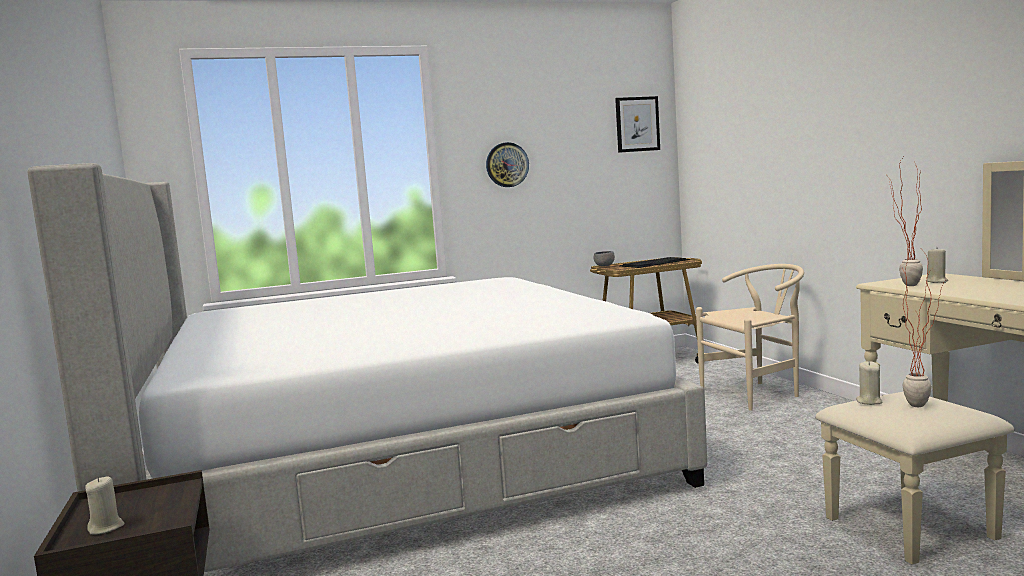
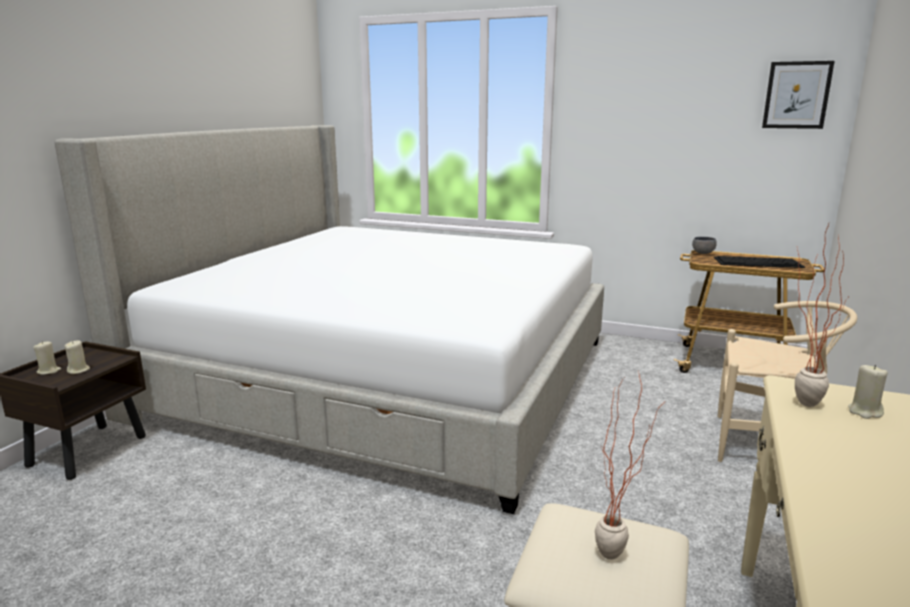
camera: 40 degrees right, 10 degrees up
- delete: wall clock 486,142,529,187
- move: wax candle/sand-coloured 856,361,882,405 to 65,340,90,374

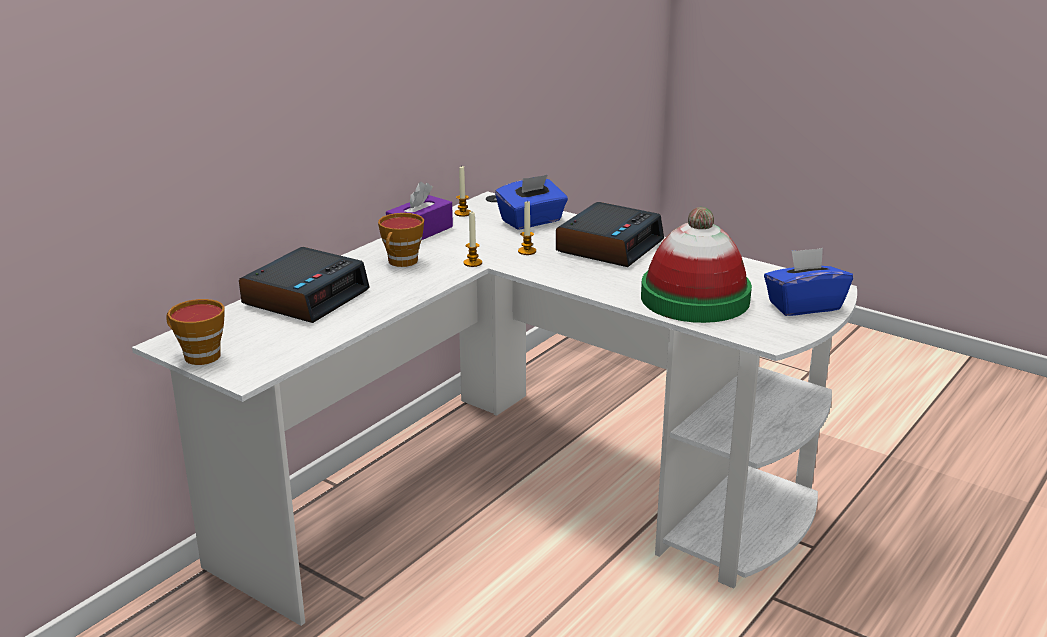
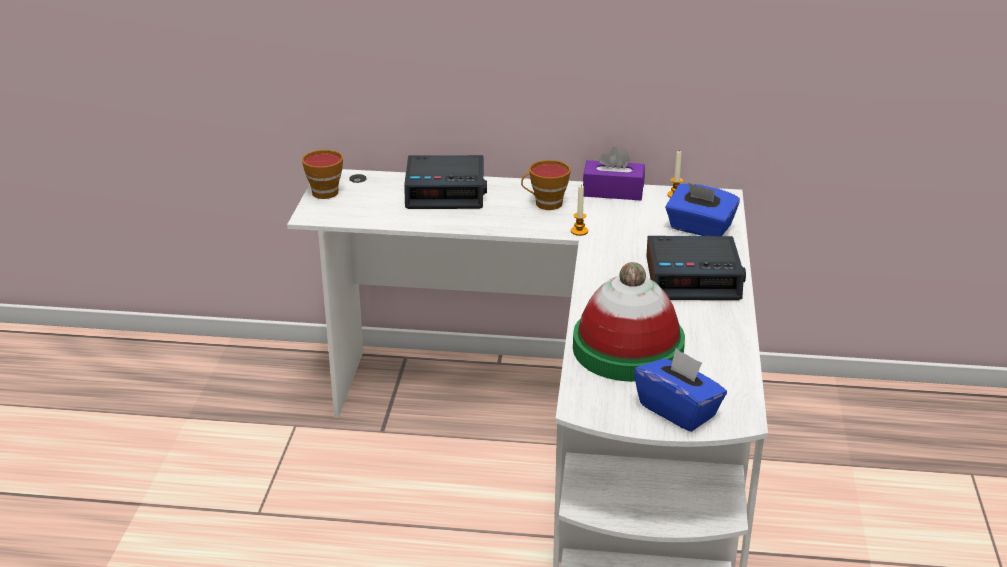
camera: 60 degrees right, 5 degrees up
- delete: wax candle 518,201,536,255

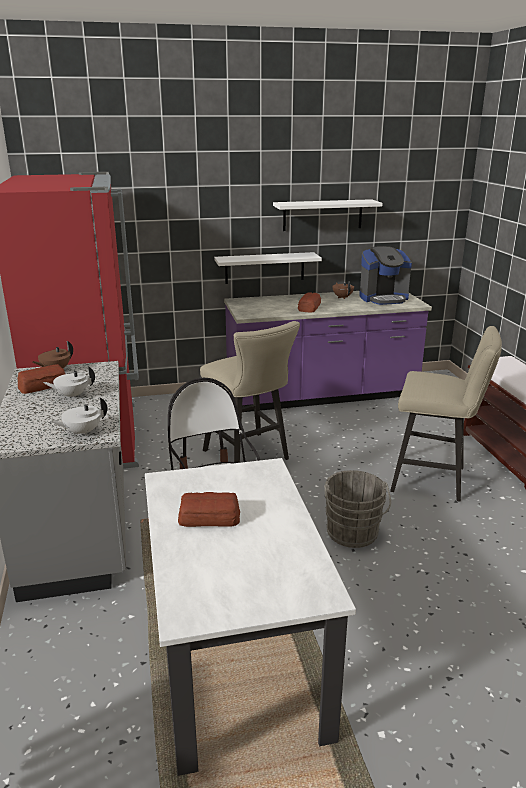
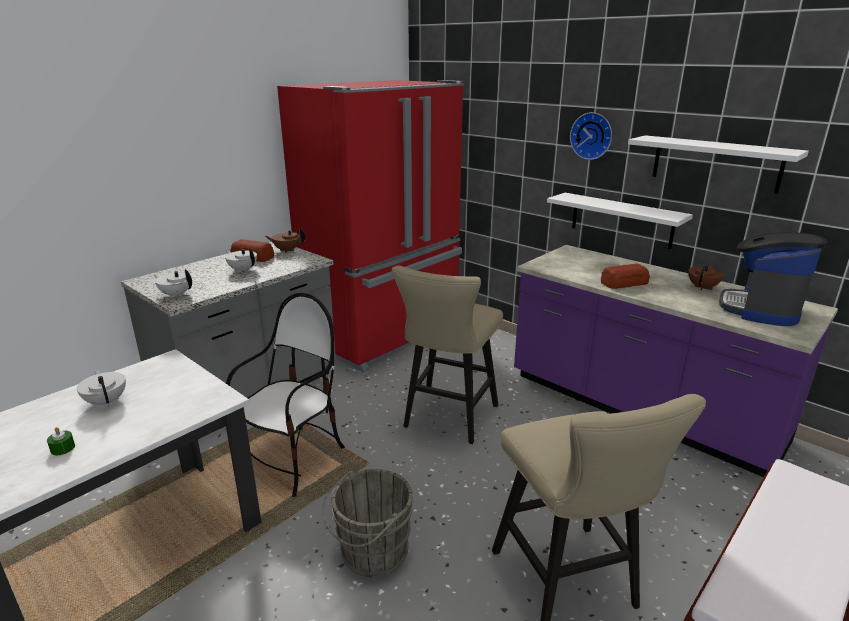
camera: 55 degrees right, 0 degrees up
- rotate: coffee brewer 359,246,412,305 = 719,232,827,326 75 degrees clockwise
- replace: baked bread 178,492,240,527 to pot for tea/white 77,369,126,407
- insert: wall clock 570,112,612,160
- insert: wax candle/green-coloured 47,427,75,455

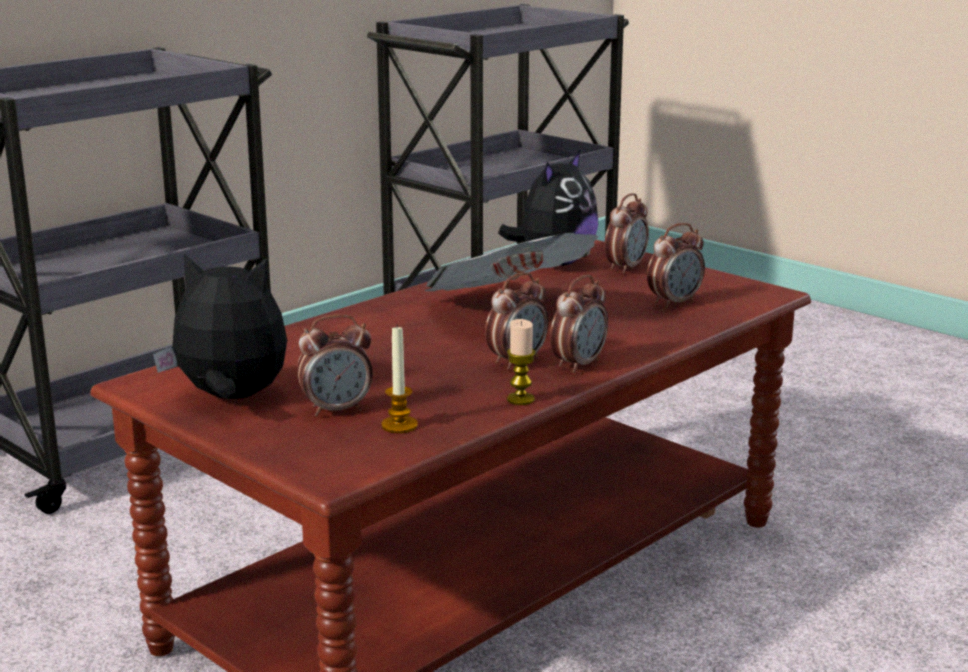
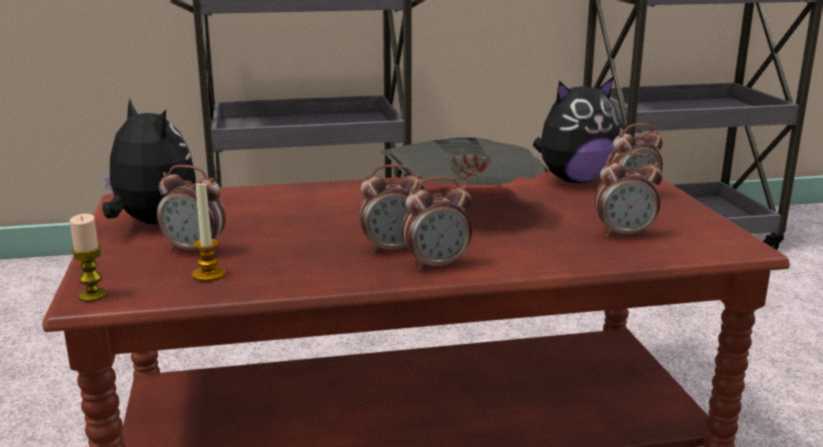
camera: 35 degrees right, 0 degrees up
- move: wax candle 507,319,535,405 to 70,214,108,302

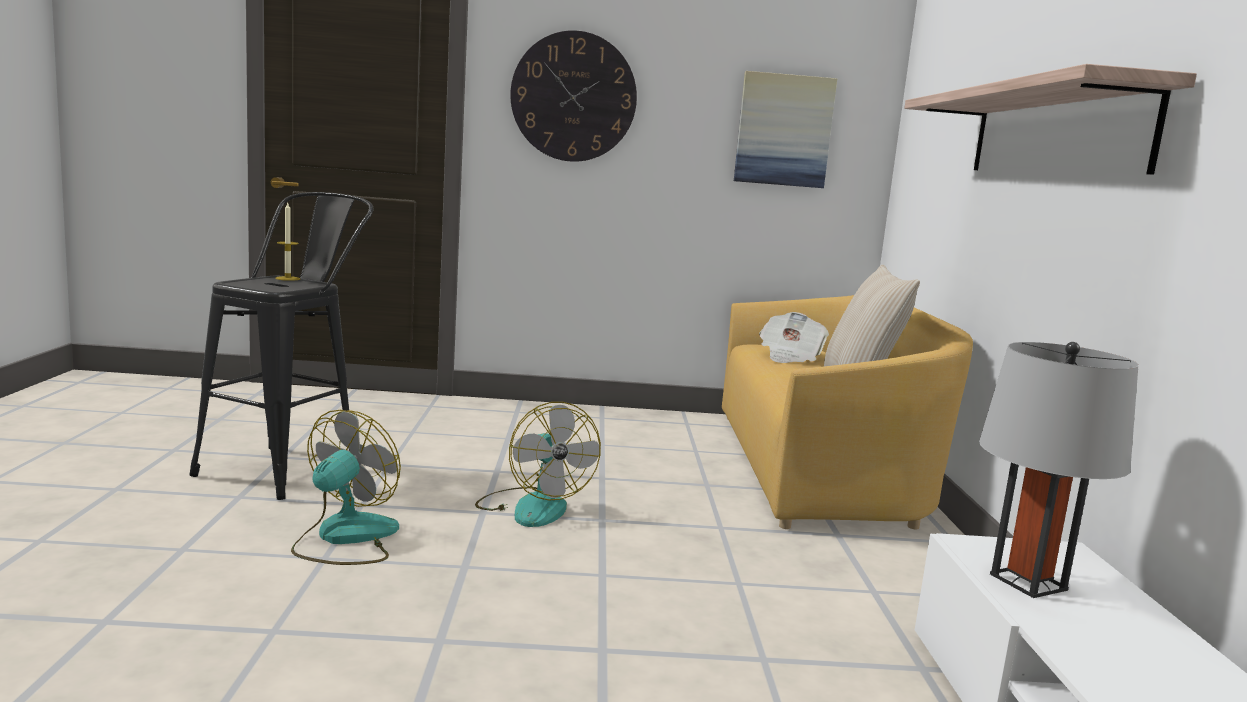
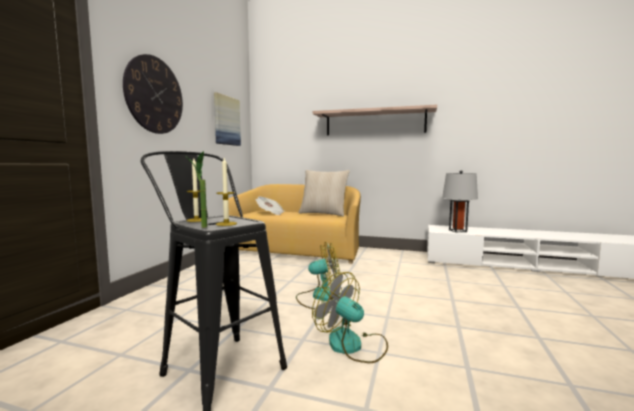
camera: 70 degrees left, 5 degrees down
- insert: potted plant 187,151,207,228
- insert: wax candle 216,158,237,226

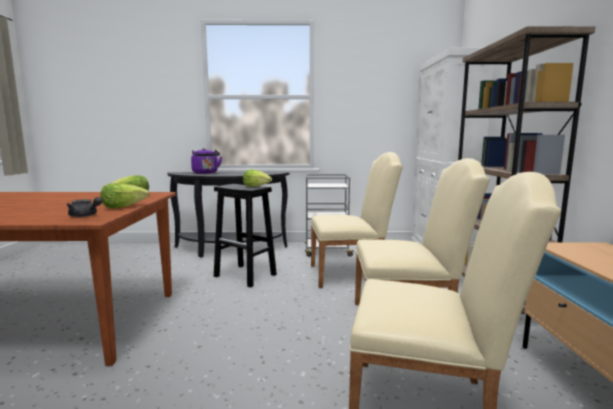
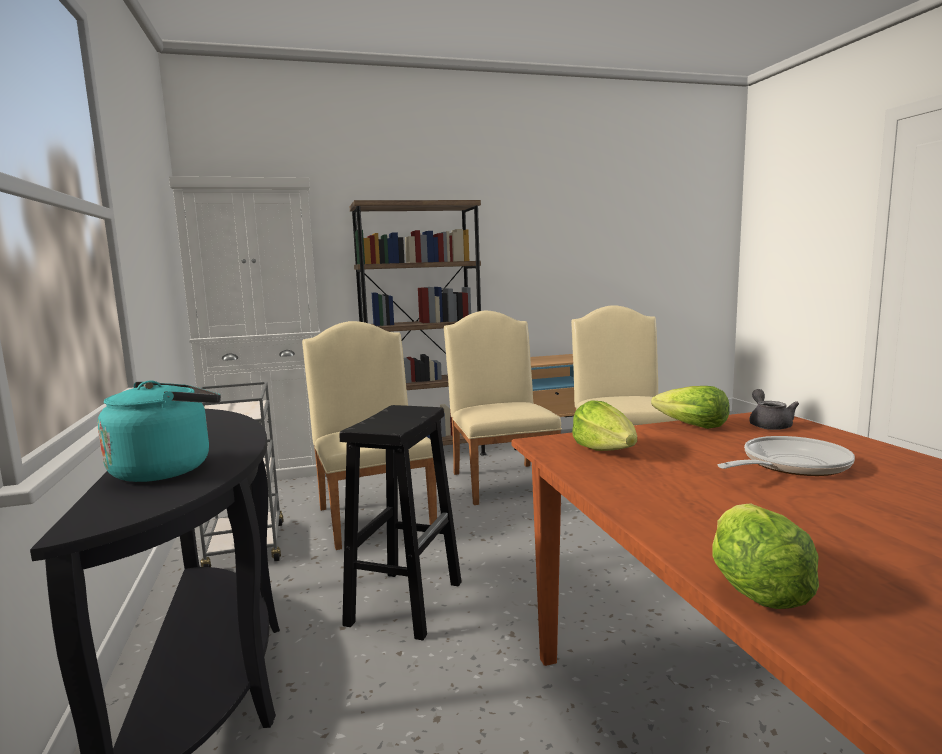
camera: 105 degrees left, 0 degrees up
- recolor: tea kettle/purple-coloured 191,148,222,174 to tea kettle/turquoise-coloured 97,381,221,482
- move: head of lettuce 243,169,272,187 to 712,504,819,609
- insert: skillet 717,436,855,476

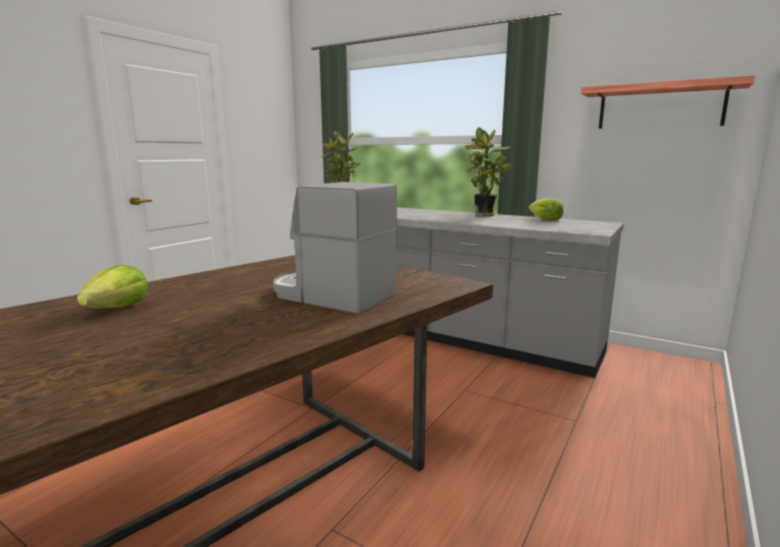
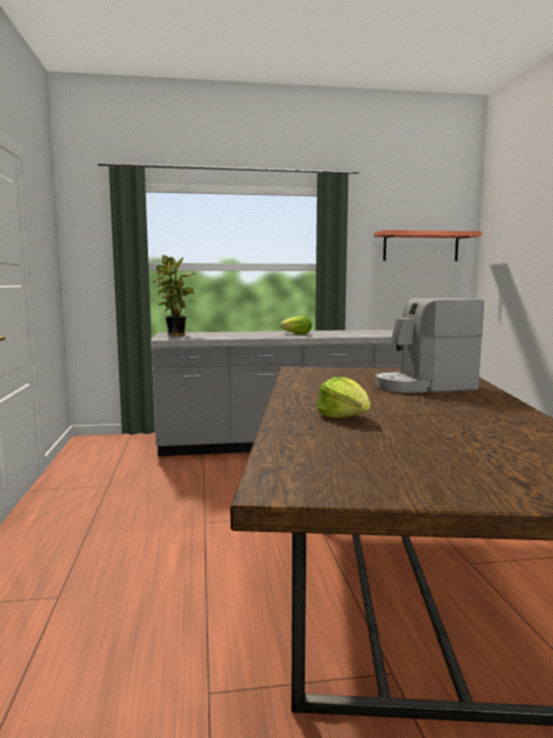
camera: 40 degrees left, 5 degrees down
- delete: potted plant 465,127,512,216
- move: head of lettuce 529,198,563,221 to 280,316,311,335

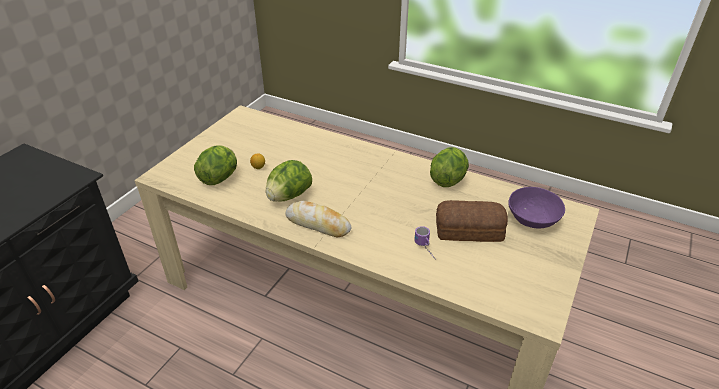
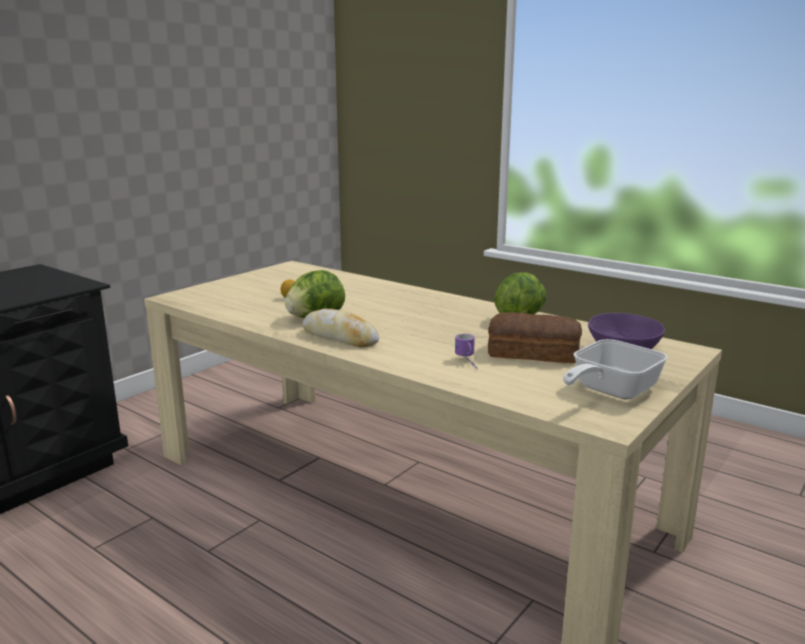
camera: 10 degrees right, 20 degrees down
- delete: head of lettuce 194,145,237,185
- insert: skillet 563,339,668,400

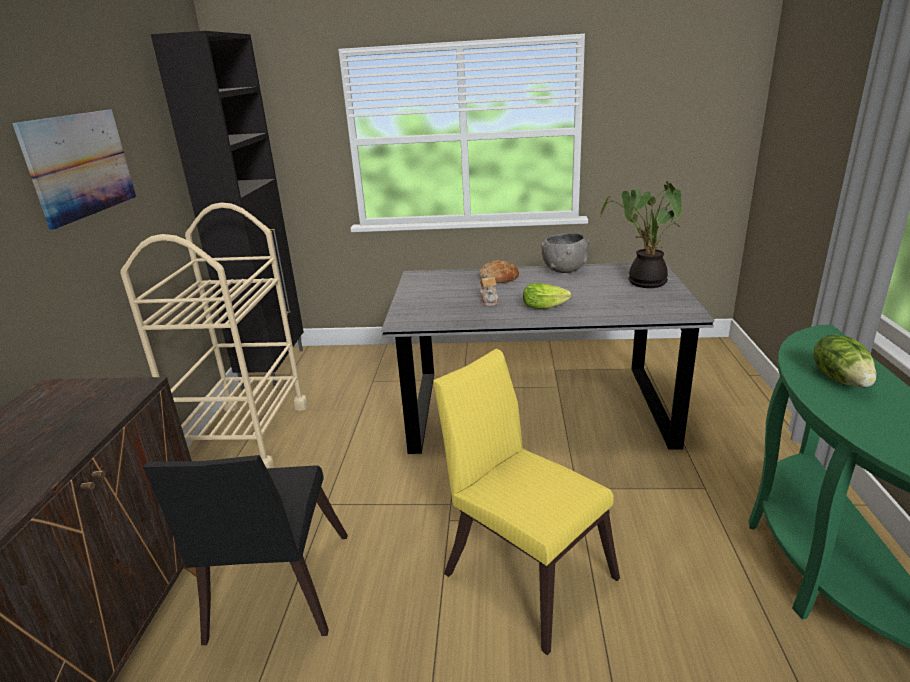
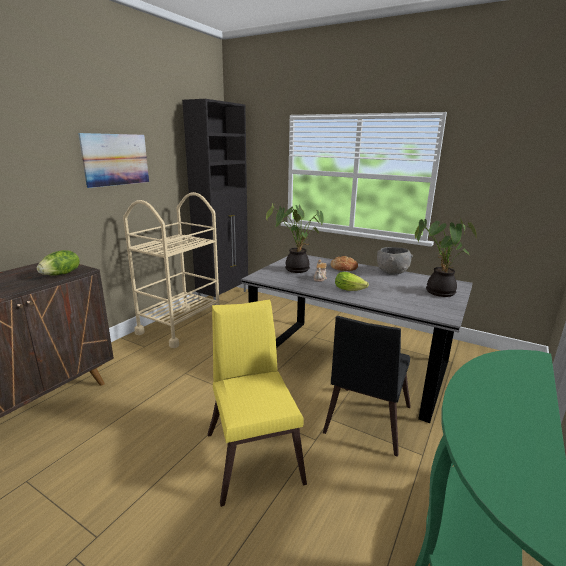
camera: 25 degrees right, 5 degrees down
- move: head of lettuce 813,334,876,387 to 37,250,80,276
- move: chair/black-coloured 143,455,348,645 to 323,316,411,457
- insert: potted plant 266,203,324,273

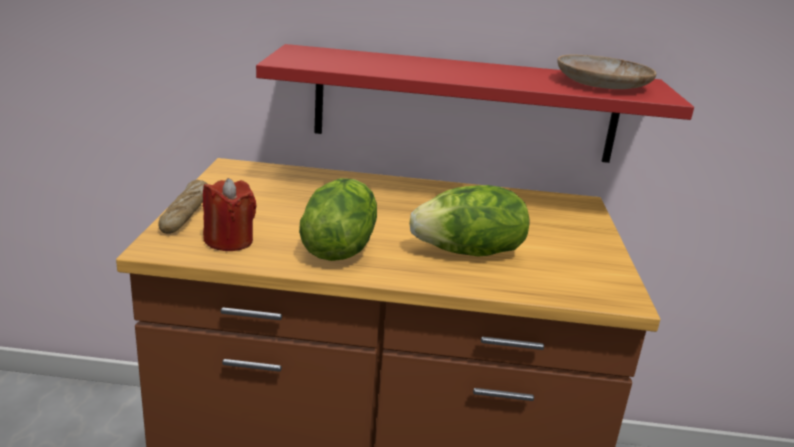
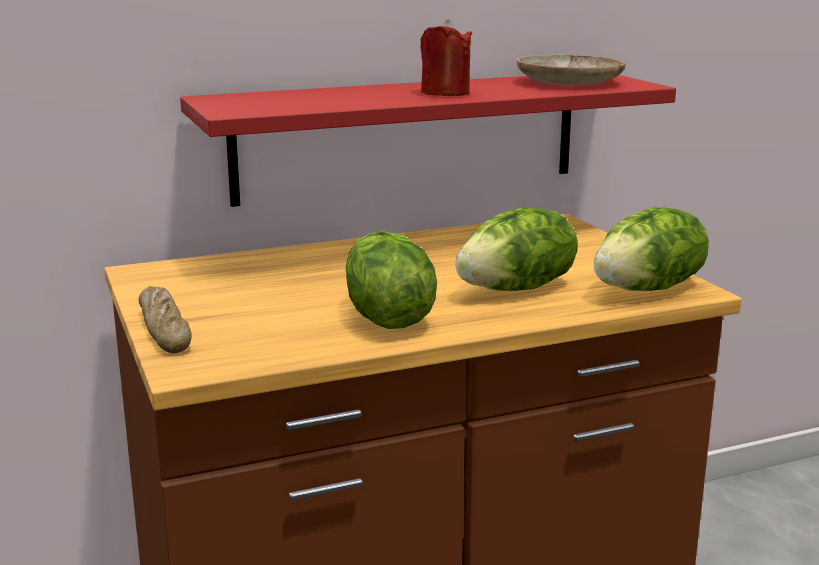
camera: 25 degrees left, 5 degrees down
- move: wax candle/red 203,178,257,251 to 420,19,472,96
- insert: head of lettuce 594,207,709,291

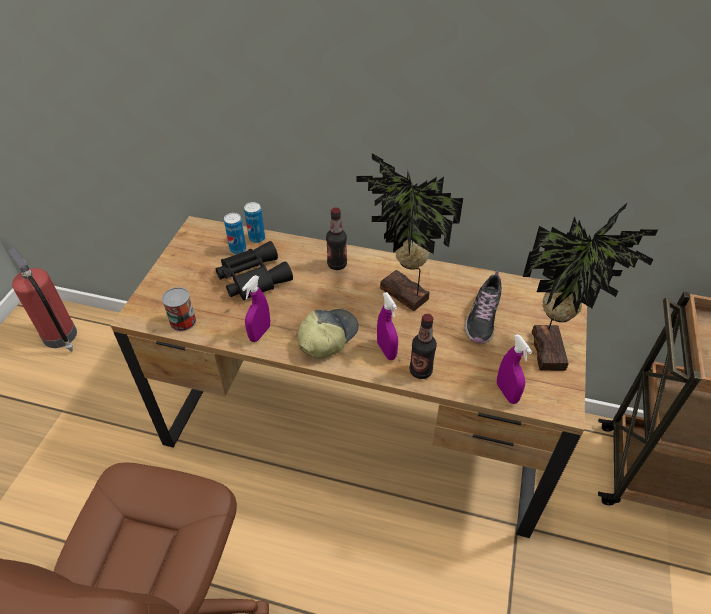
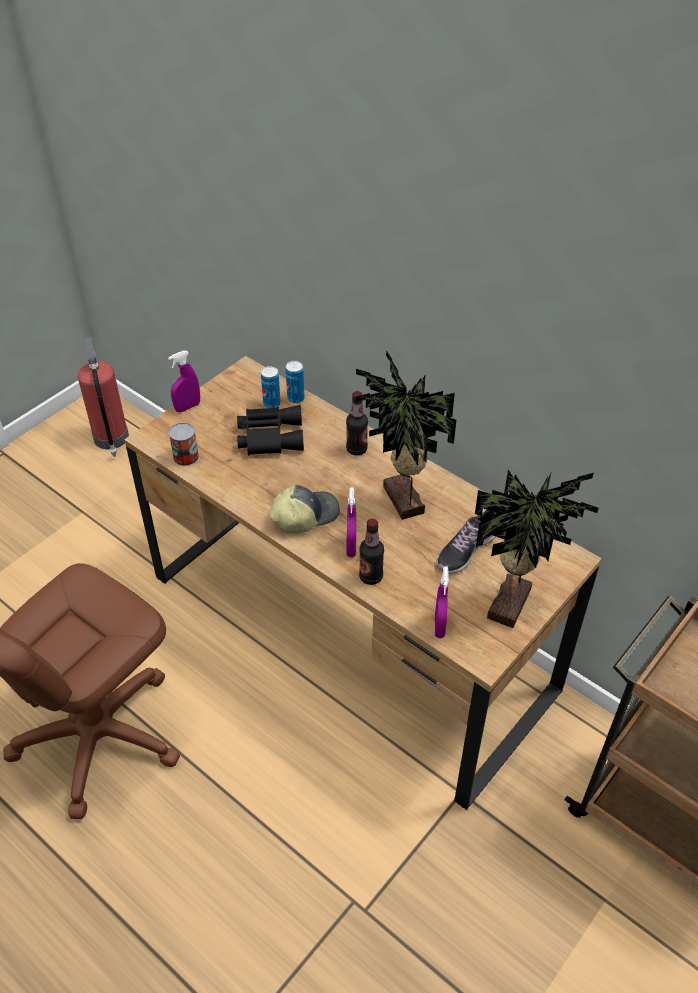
camera: 25 degrees right, 0 degrees up
- move: sprayer/purple-coloured 242,275,270,342 to 168,350,200,412

